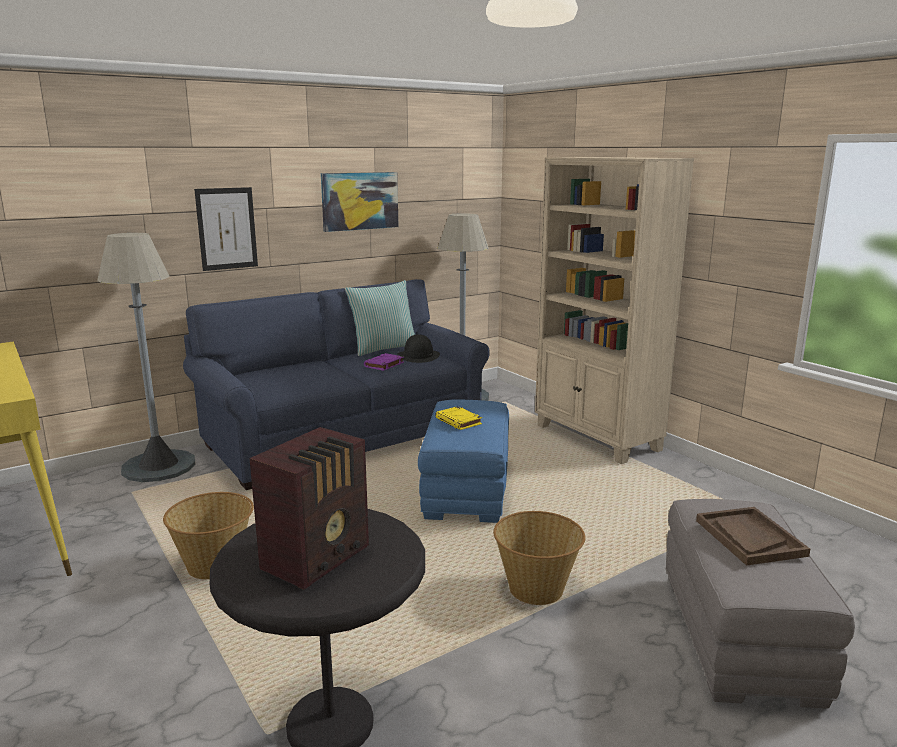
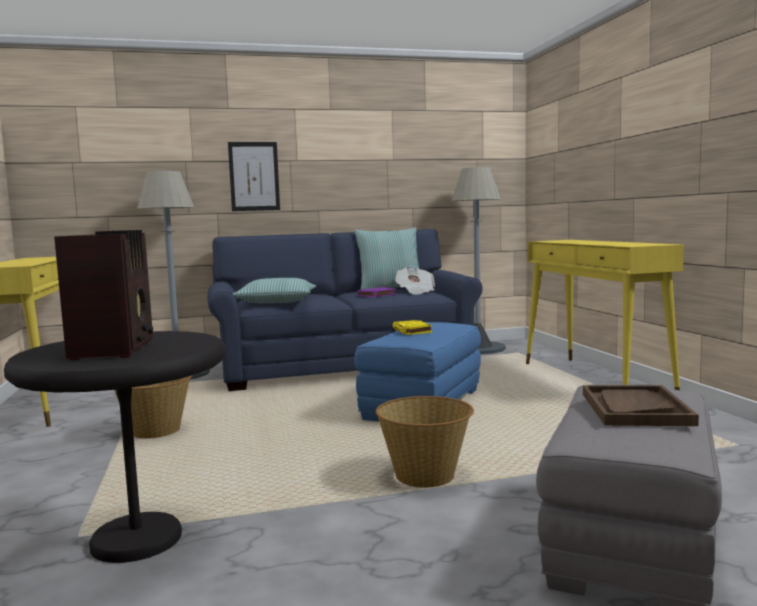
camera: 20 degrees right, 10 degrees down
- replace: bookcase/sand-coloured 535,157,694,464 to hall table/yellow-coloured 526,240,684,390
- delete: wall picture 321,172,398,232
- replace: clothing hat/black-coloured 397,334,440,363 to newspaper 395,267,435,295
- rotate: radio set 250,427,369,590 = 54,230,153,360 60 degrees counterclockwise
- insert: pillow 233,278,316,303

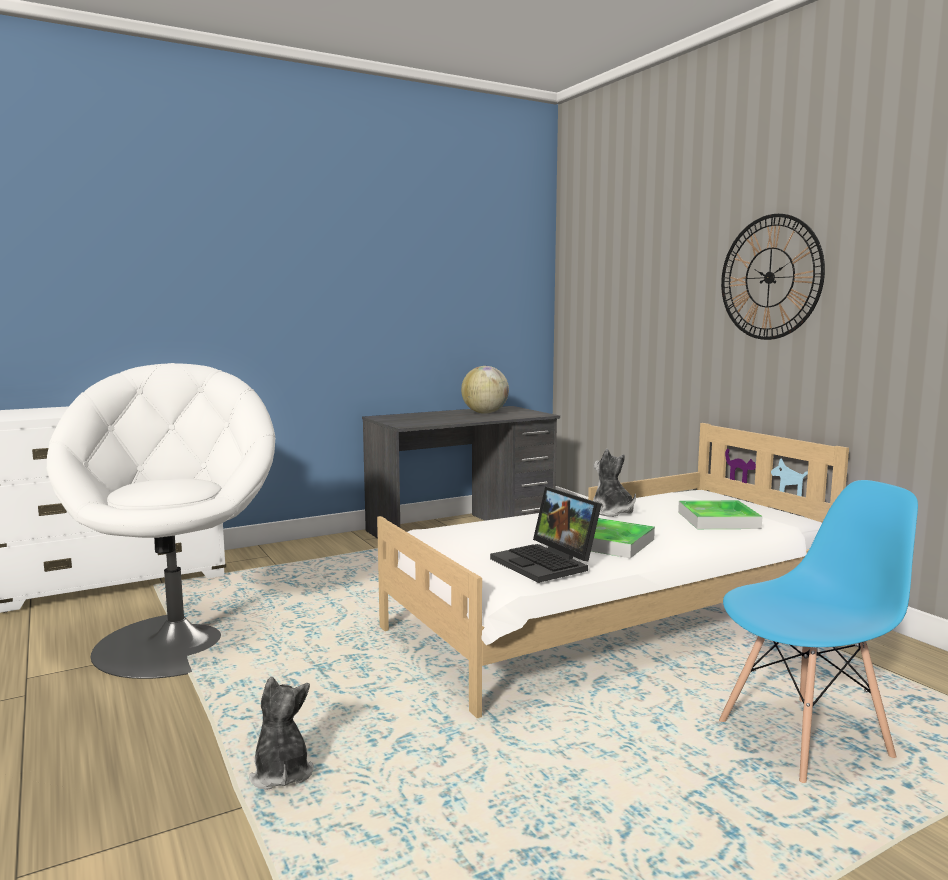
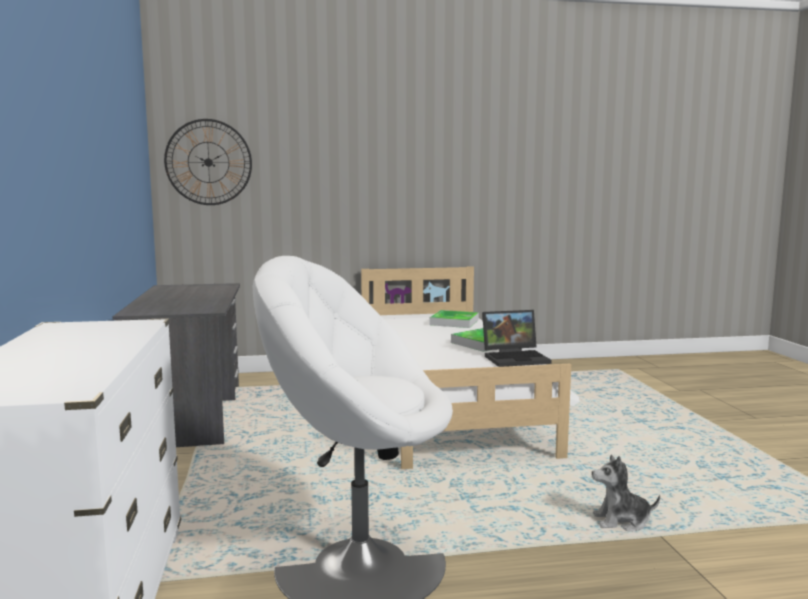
camera: 70 degrees left, 0 degrees up
- move: wall clock 721,214,825,340 to 164,119,252,205
- delete: world globe 461,366,509,414
- delete: cuddly toy 593,449,636,517
- delete: chair/blue 719,480,918,783

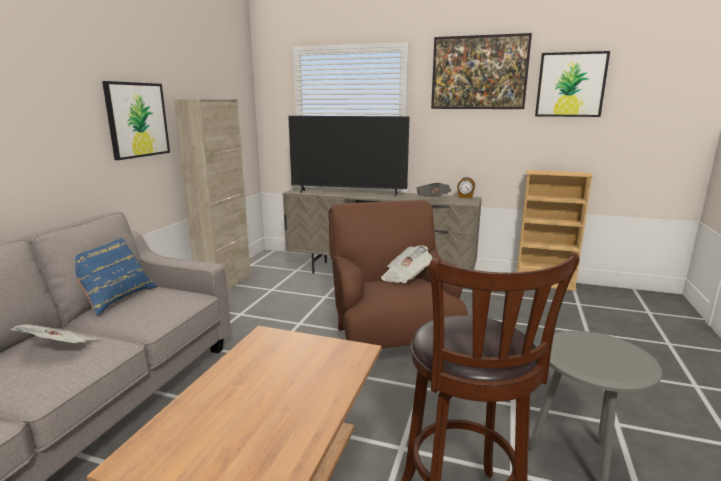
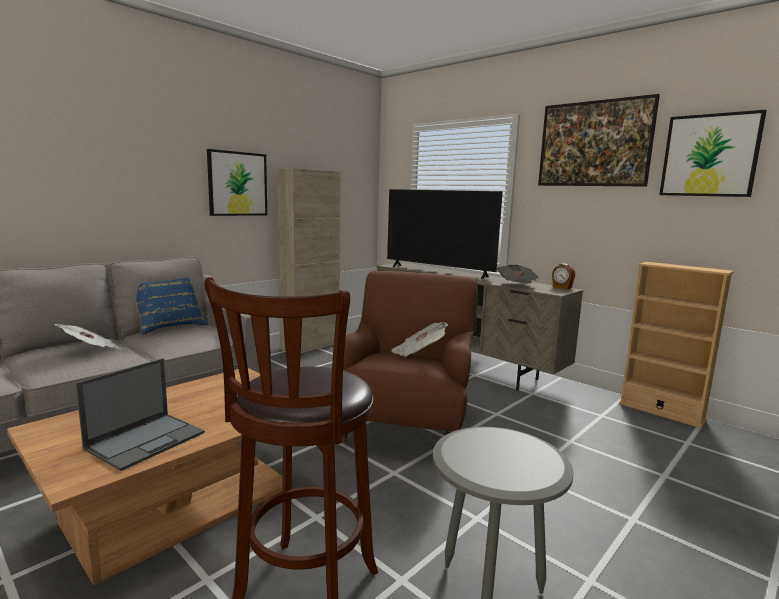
camera: 25 degrees right, 5 degrees down
- insert: portable computer 76,358,205,471

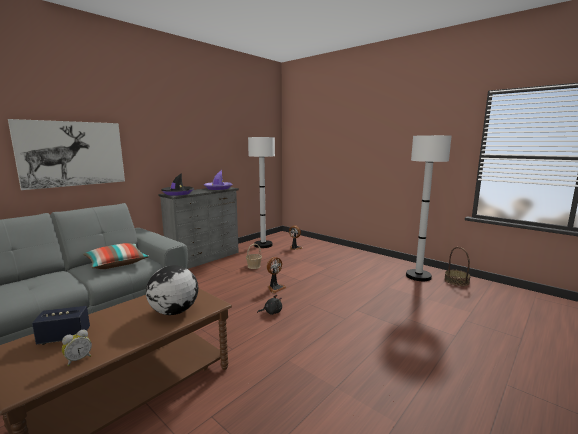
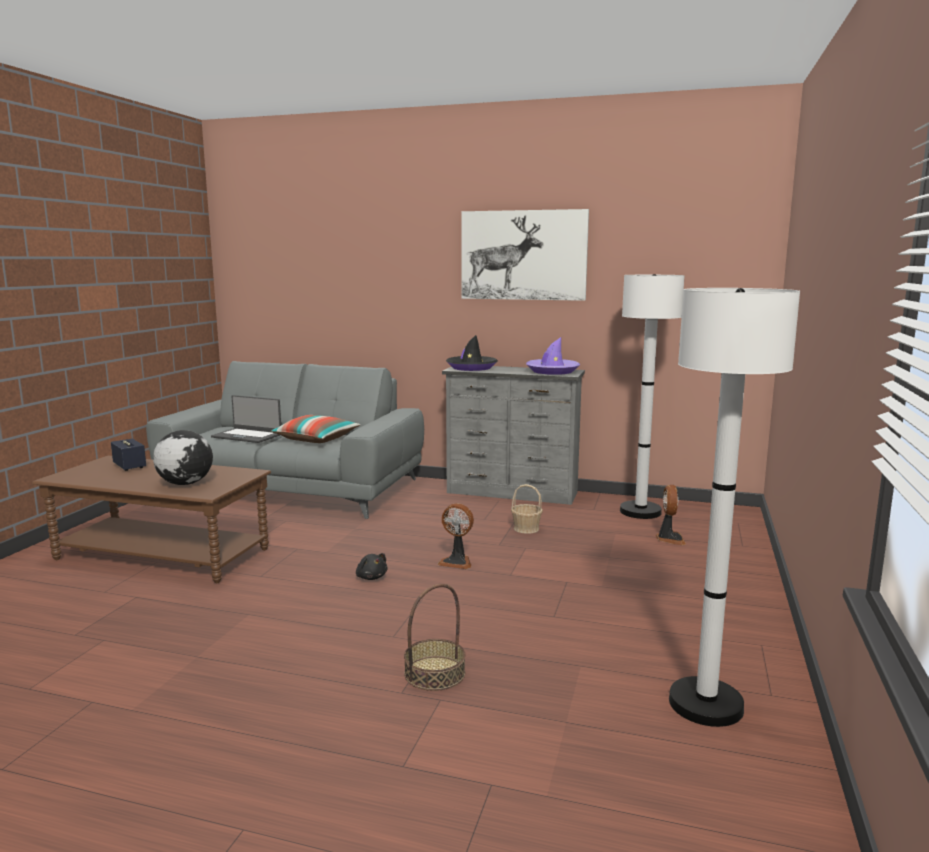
camera: 65 degrees right, 0 degrees up
- move: wall picture 8,119,125,190 to 462,209,589,301
- move: household basket 444,247,471,286 to 404,584,465,691
- delete: table clock 62,329,92,366
- insert: portable computer 211,395,281,443

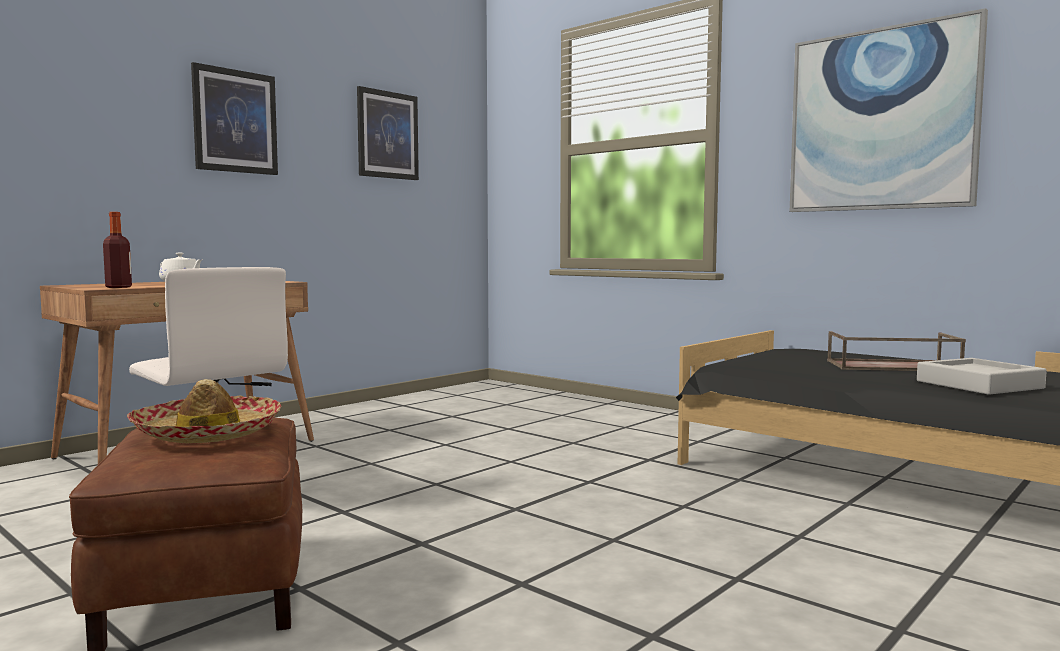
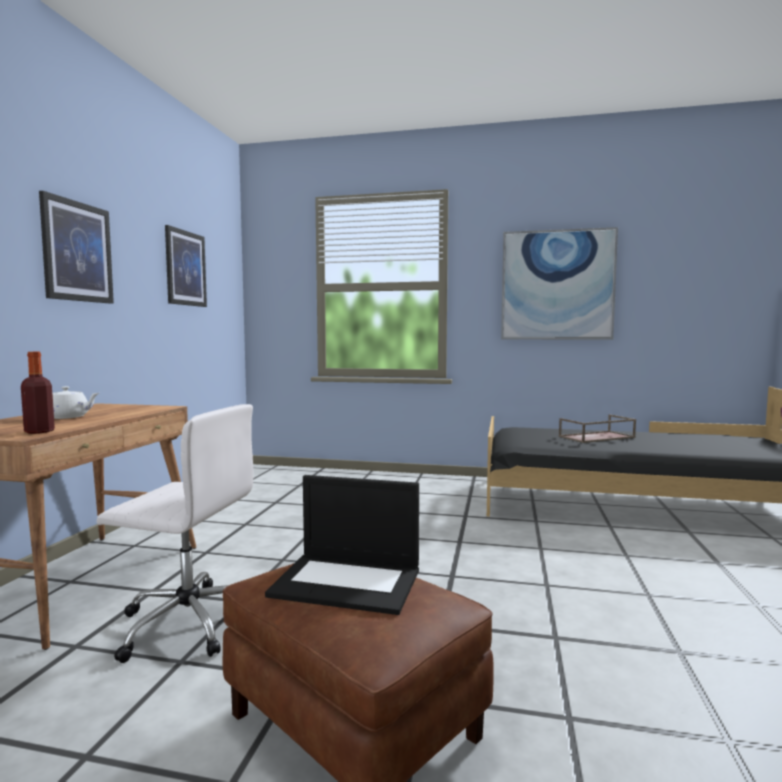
camera: 30 degrees left, 0 degrees up
- delete: tray/gray 917,358,1047,395
- replace: clothing hat 127,379,281,444 to portable computer 265,475,419,615

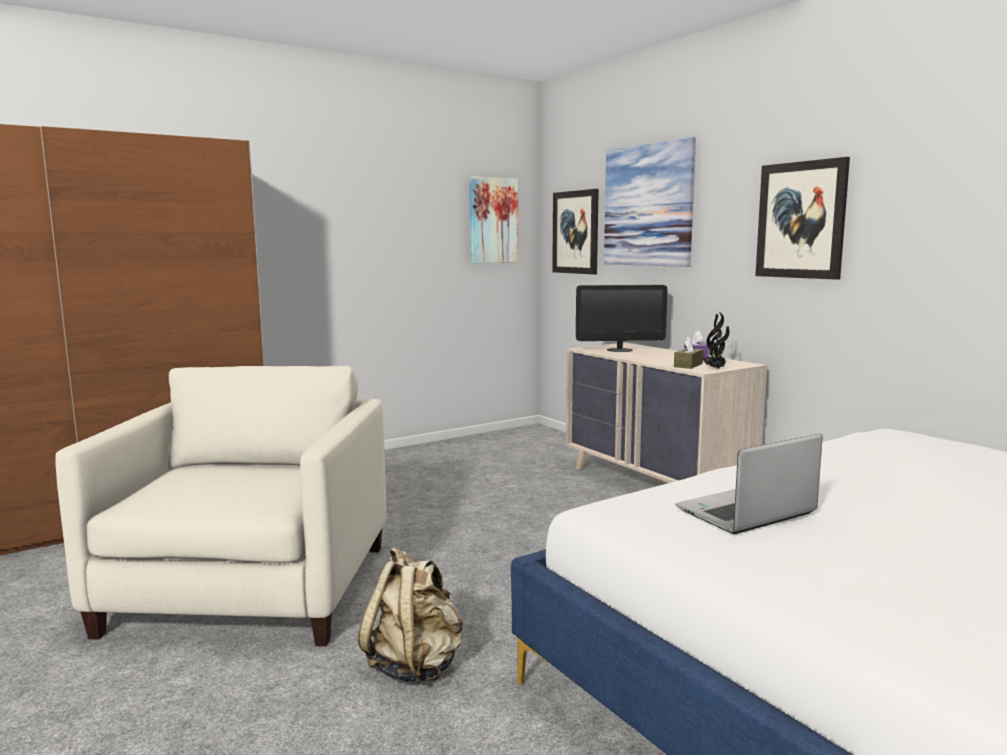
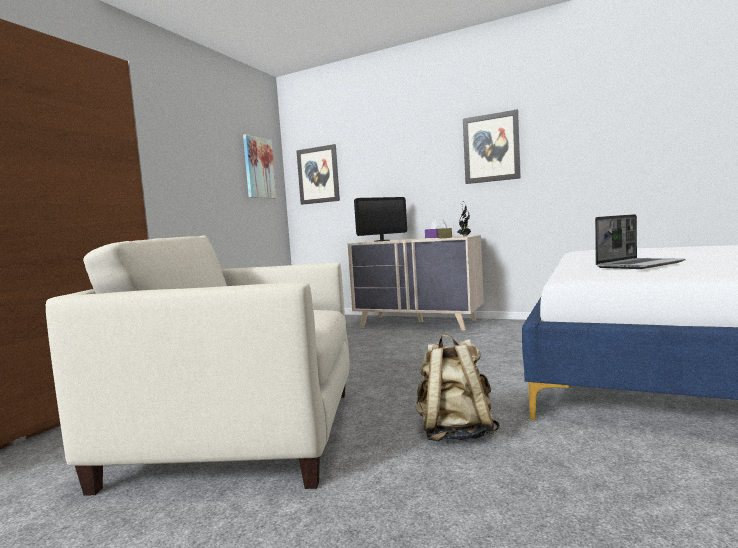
camera: 30 degrees left, 5 degrees down
- delete: wall picture 604,137,696,267
- rotate: armchair/sand-coloured 55,366,386,646 = 46,235,350,496 60 degrees counterclockwise
- rotate: portable computer 676,434,823,534 = 595,214,686,269 150 degrees counterclockwise

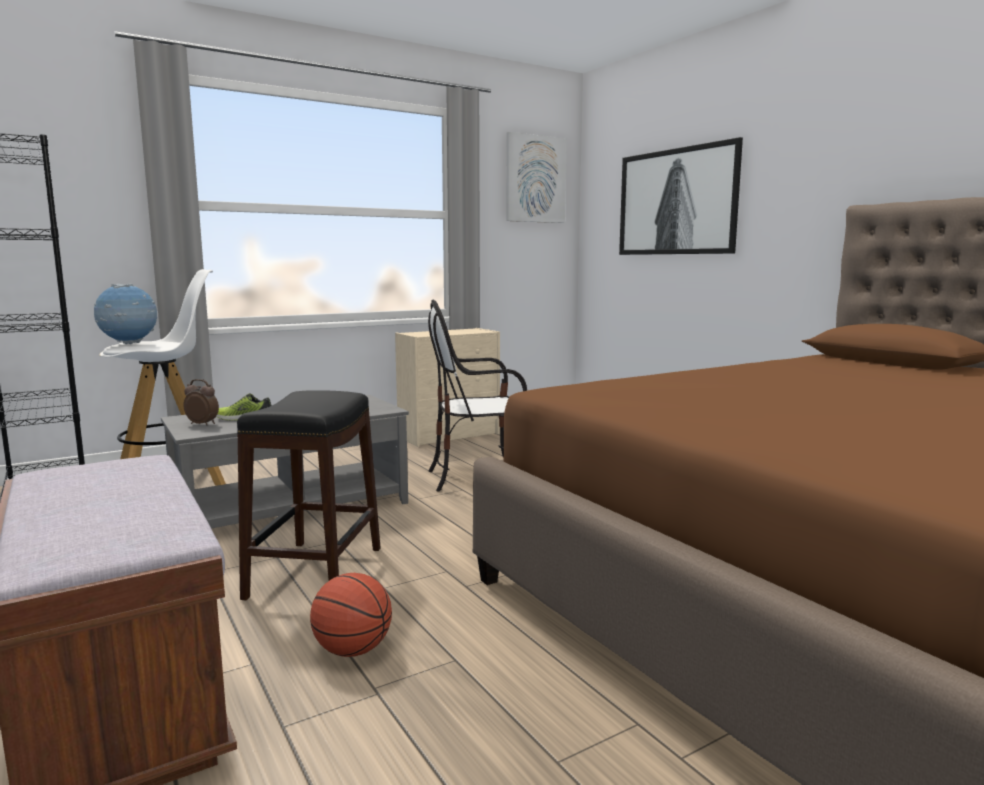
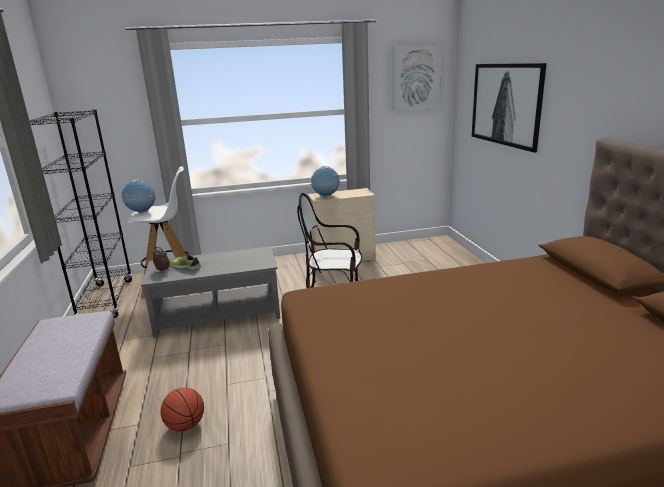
camera: 20 degrees right, 10 degrees up
- delete: sitting stool/black-coloured 237,390,381,600
- insert: world globe 311,166,340,197

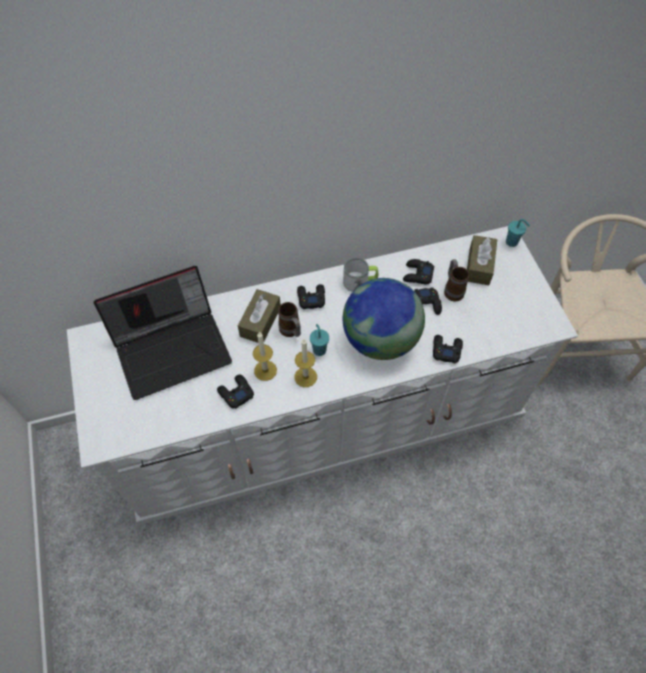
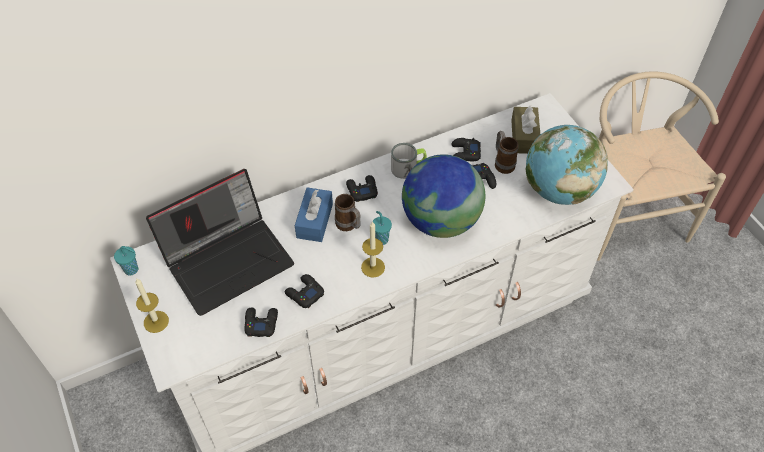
camera: 10 degrees left, 5 degrees down
- move: small cup/turquoise-coloured 506,219,530,247 to 114,246,138,276
- recolor: tissue box/brown 238,289,281,343 to tissue box/blue 295,187,333,242
- move: wax candle 253,332,277,381 to 135,278,169,333
- move: game controller/black-coloured 433,335,463,364 to 244,307,278,337
- insert: world globe 526,125,608,205

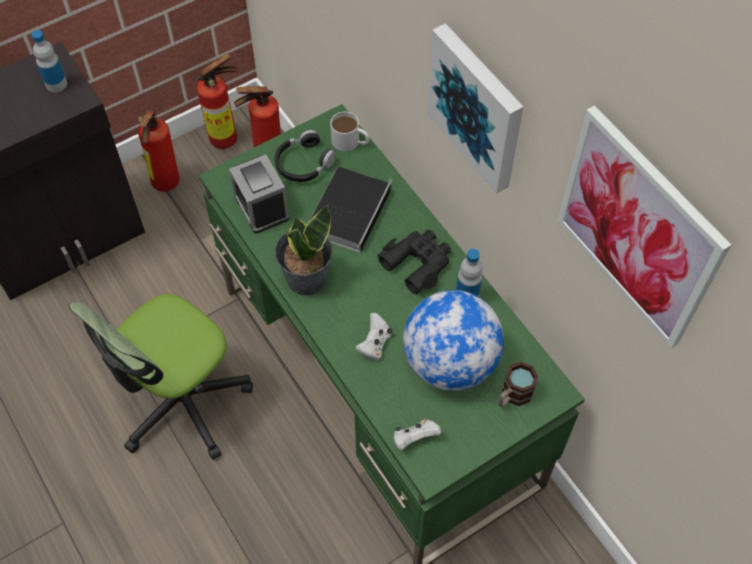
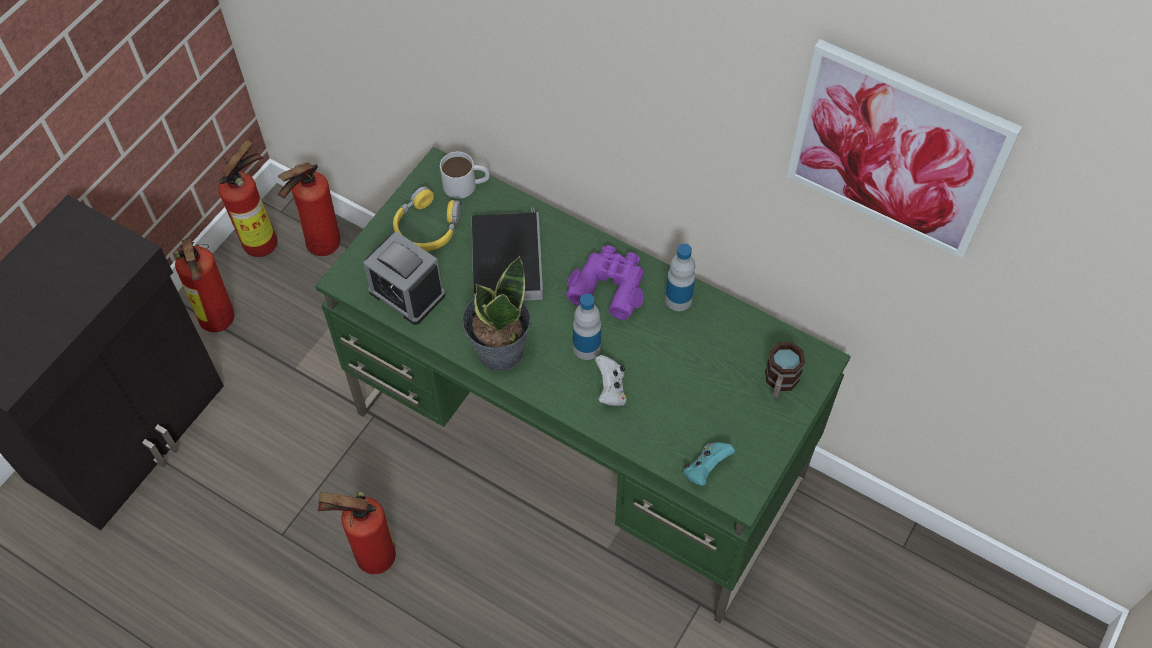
camera: 25 degrees left, 0 degrees up
- delete: wall picture 427,23,523,194
- move: beverage bottle 31,30,67,92 to 573,294,601,360
- recolor: headset/black-coloured 275,130,336,182 to headset/yellow-coloured 393,186,461,251
- recolor: pair of binoculars/black-coloured 377,230,452,294 to pair of binoculars/purple-coloured 566,245,644,320
- delete: world globe 403,290,504,391
- replace: office chair 69,294,253,460 to fire-fighting cylinder 318,492,396,574
- recolor: game controller/white 394,419,441,450 to game controller/turquoise-coloured 683,442,735,486

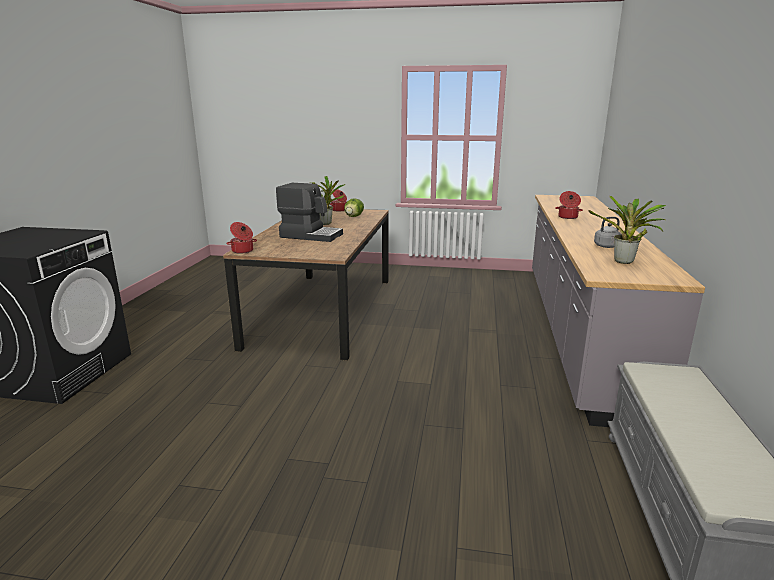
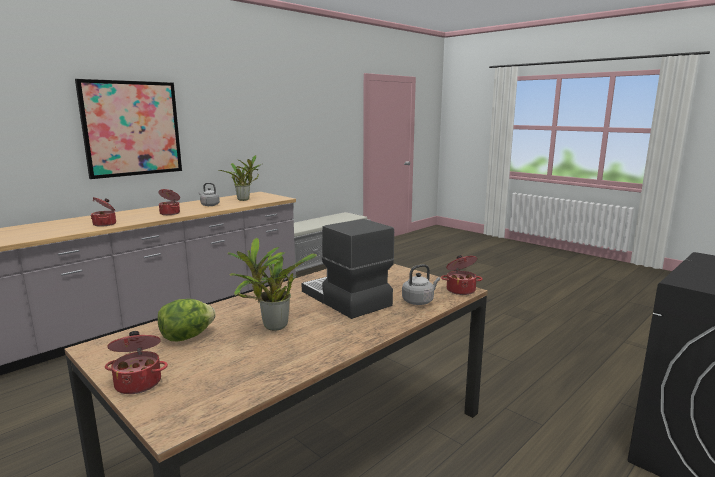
camera: 145 degrees left, 5 degrees down
- insert: wall picture 75,79,182,179
- insert: stockpot 159,189,180,215
- insert: tea kettle/gray 402,264,440,305

